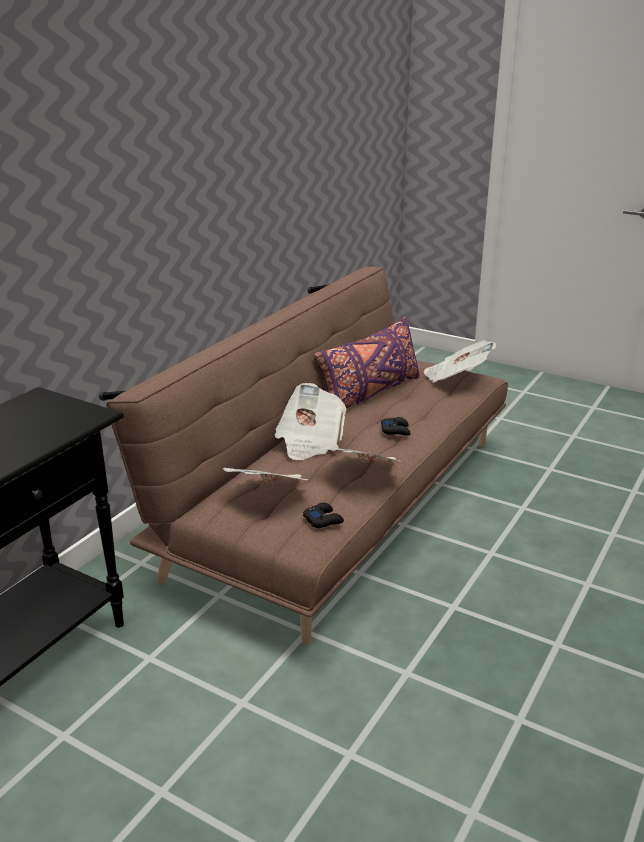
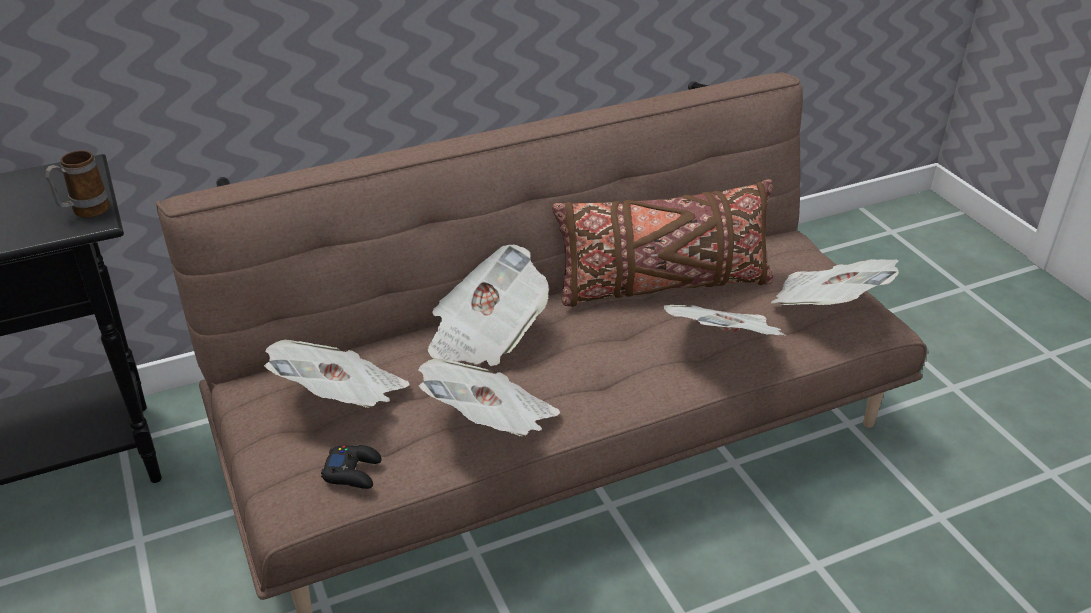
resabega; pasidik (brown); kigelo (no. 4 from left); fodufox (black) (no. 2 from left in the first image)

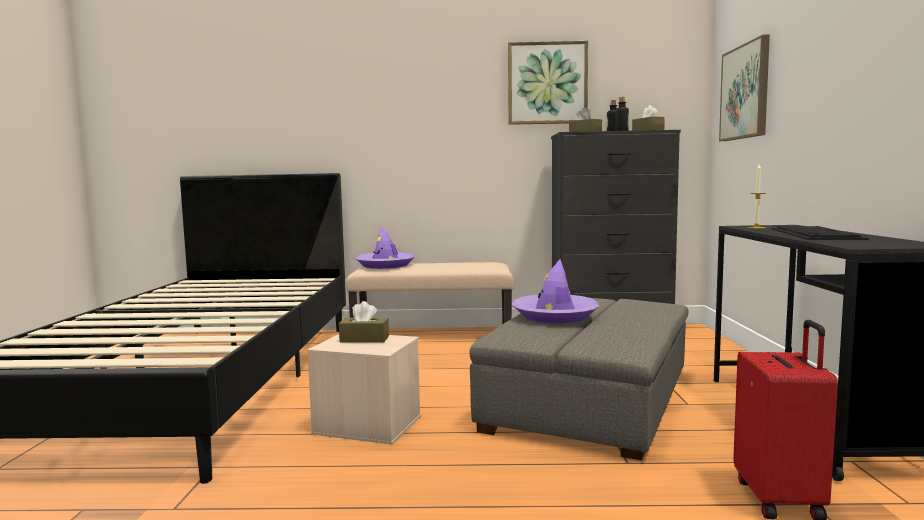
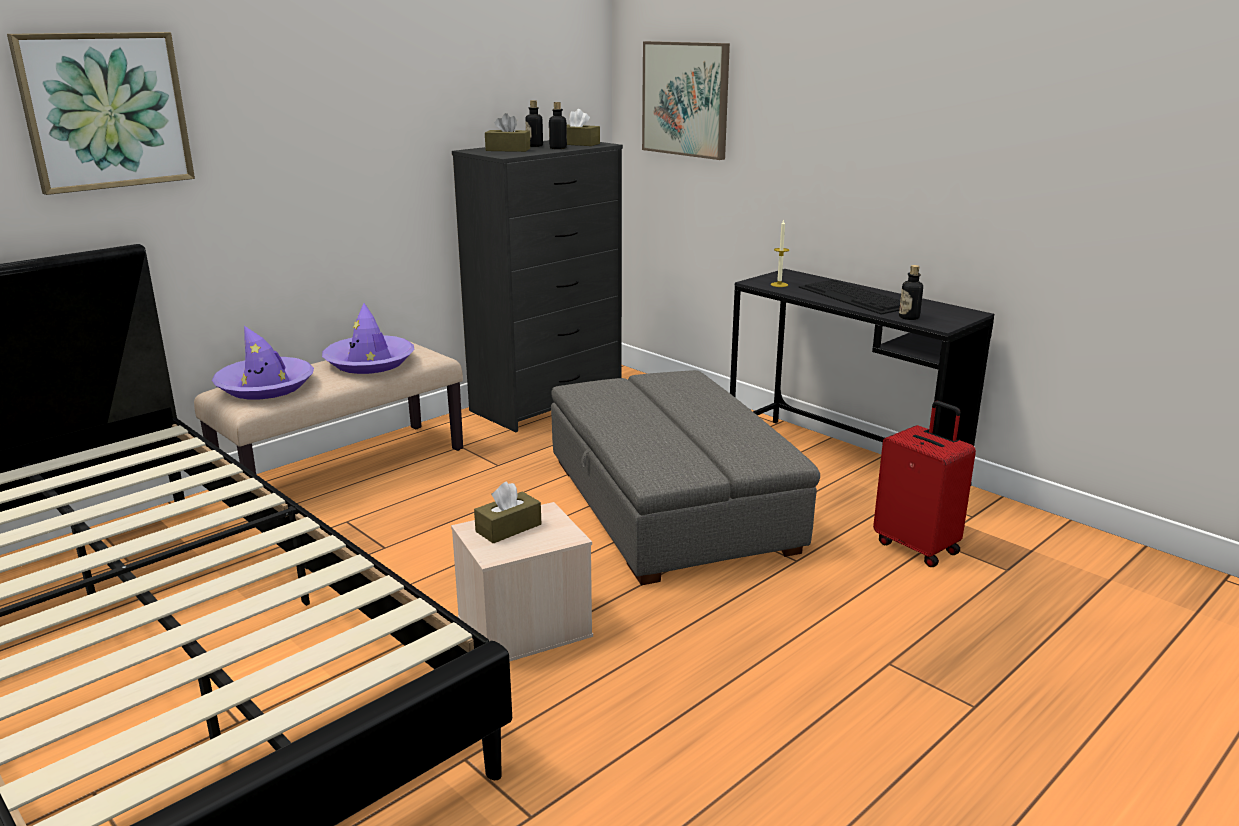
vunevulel (no. 1 from left); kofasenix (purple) (no. 2 from left); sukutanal (no. 3 from left)

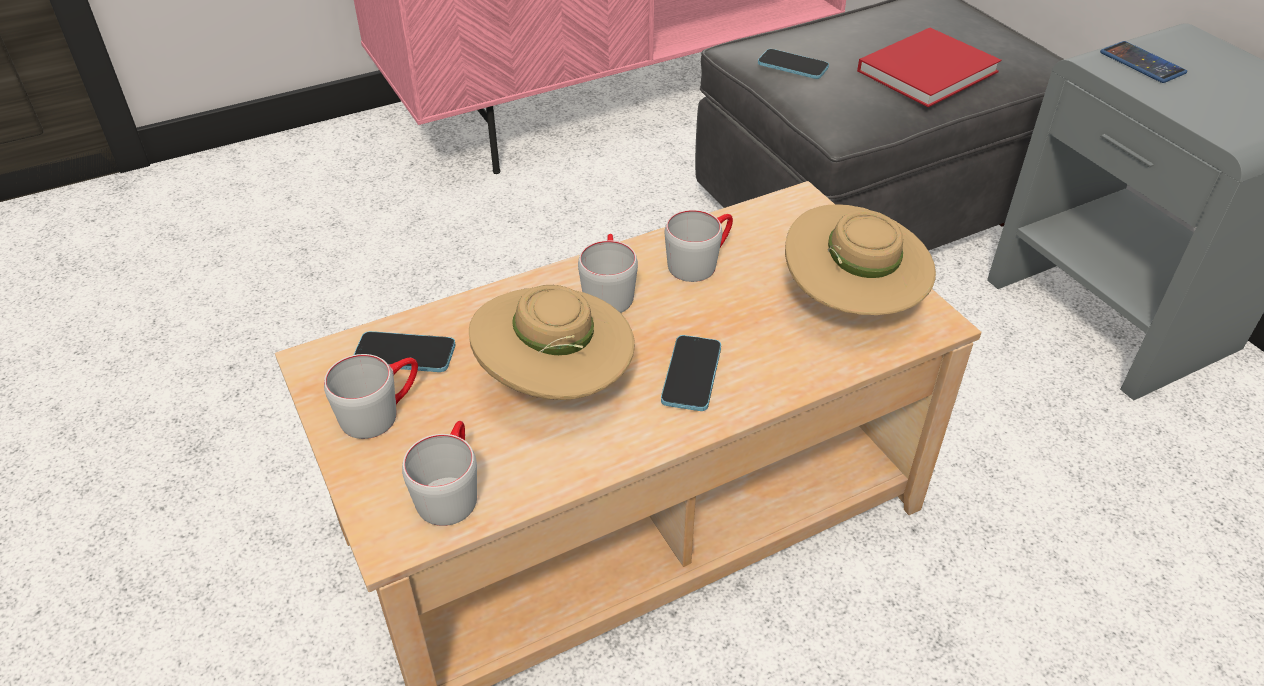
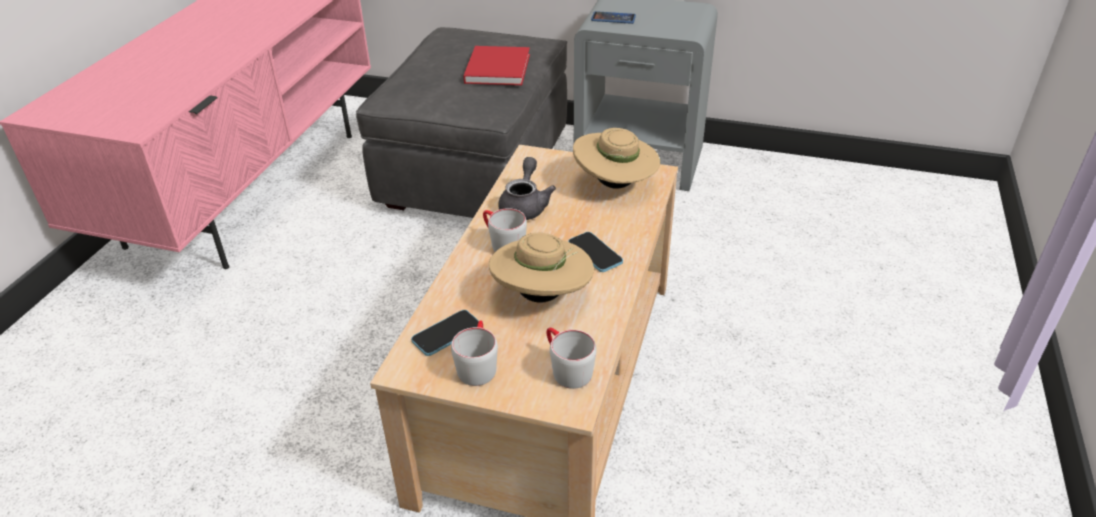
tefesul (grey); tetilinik (no. 3 from left in the first image)

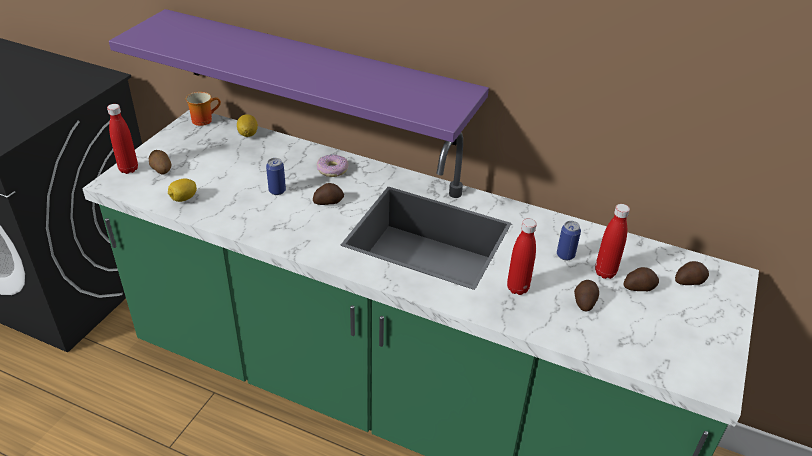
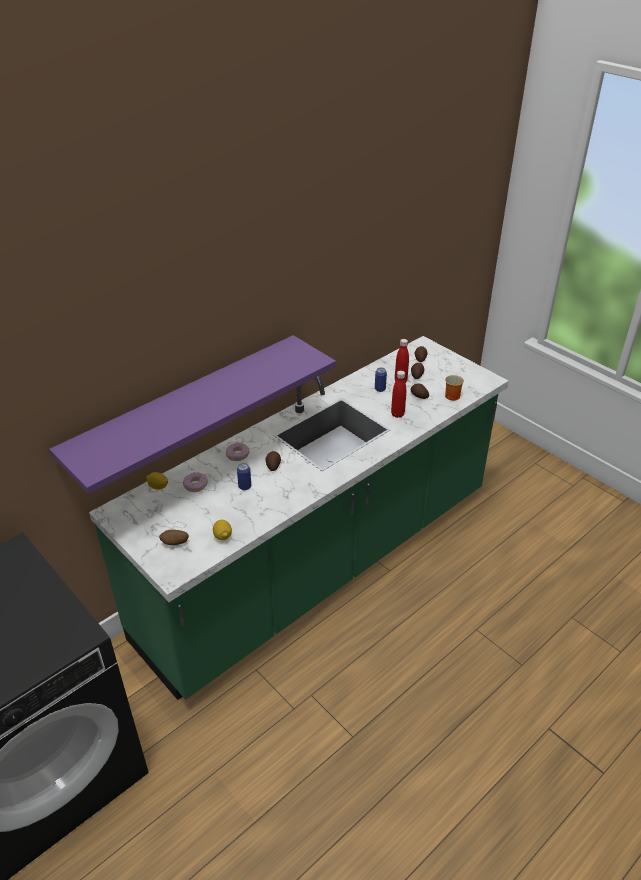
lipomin (no. 1 from left); resabega; sukutanal (red) (no. 1 from left in the first image)

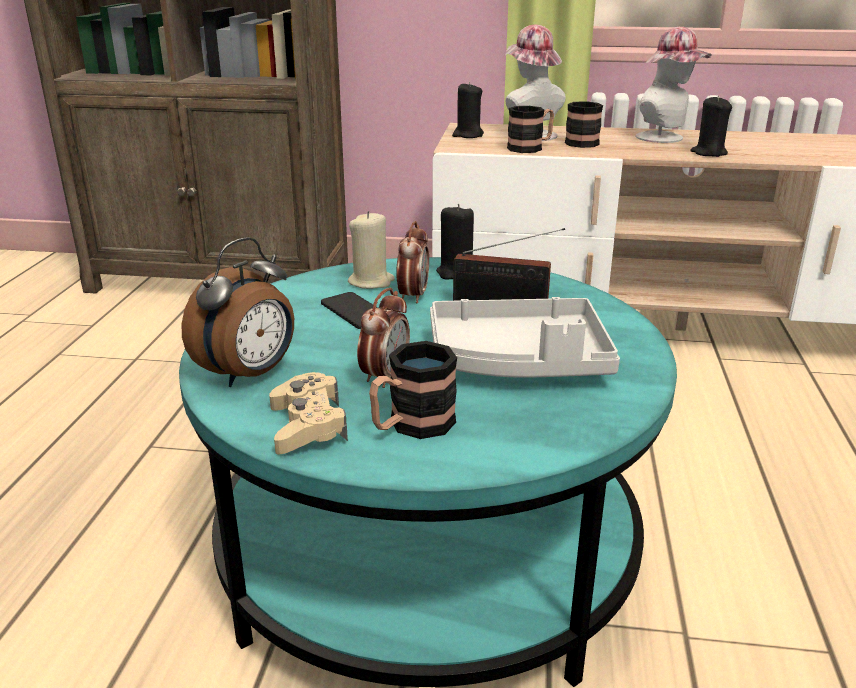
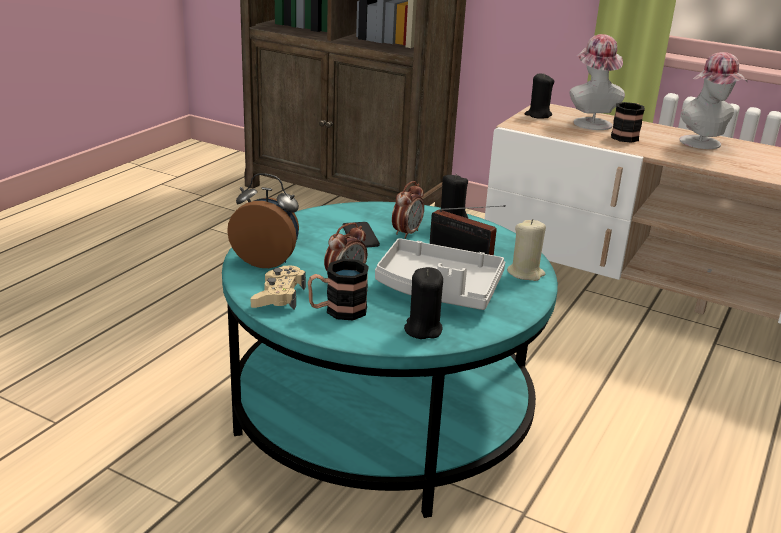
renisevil (no. 1 from left); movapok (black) (no. 1 from left); movapok (beige); resabega (no. 2 from left in the first image)

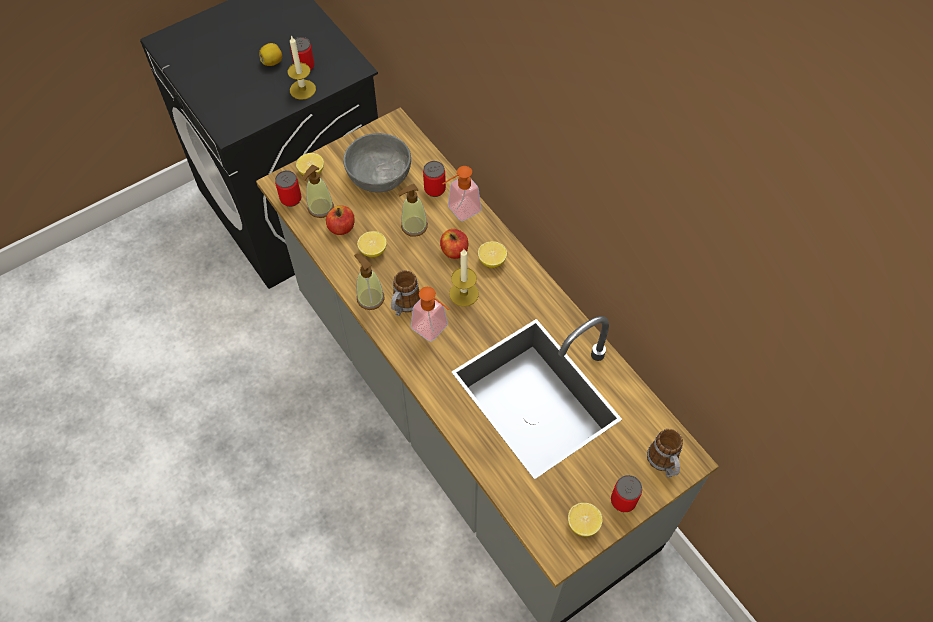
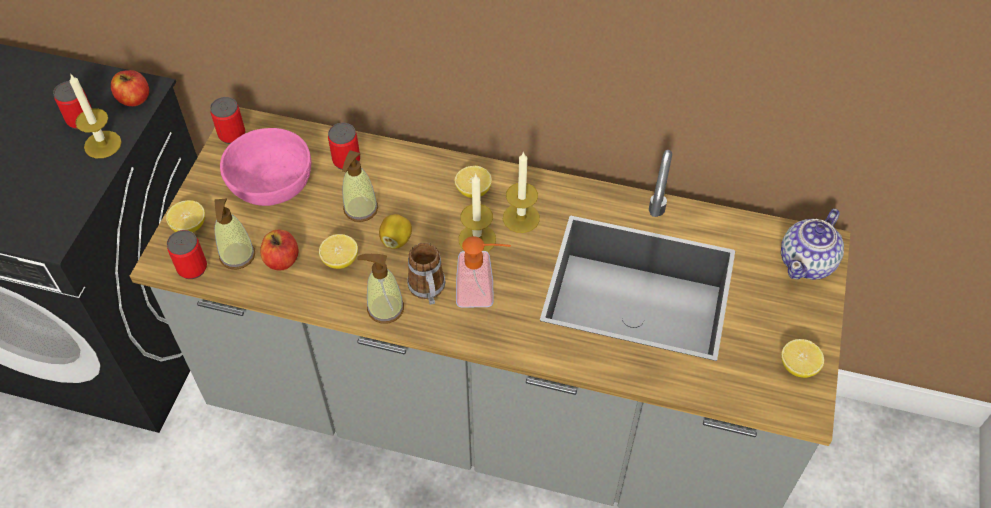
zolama (no. 1 from left); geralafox (no. 3 from left); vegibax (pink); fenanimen (no. 3 from left); movapok (no. 3 from left); tefesul; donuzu (no. 5 from left in the first image)

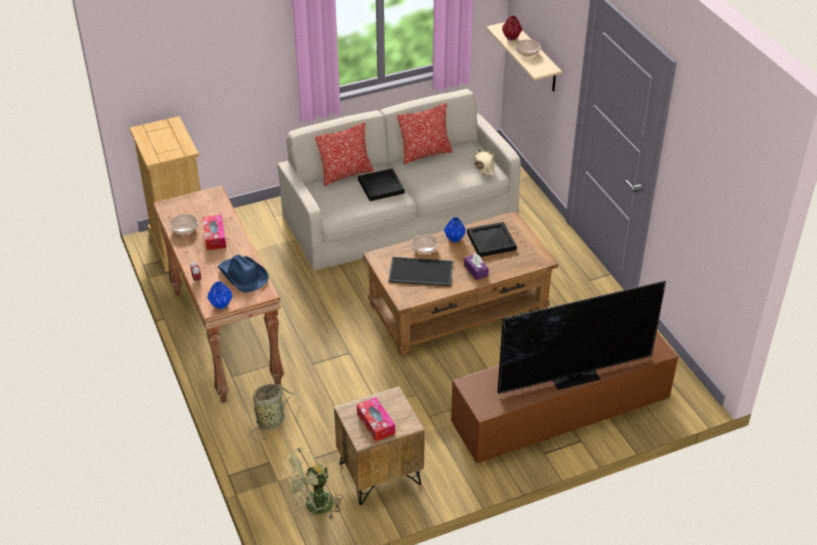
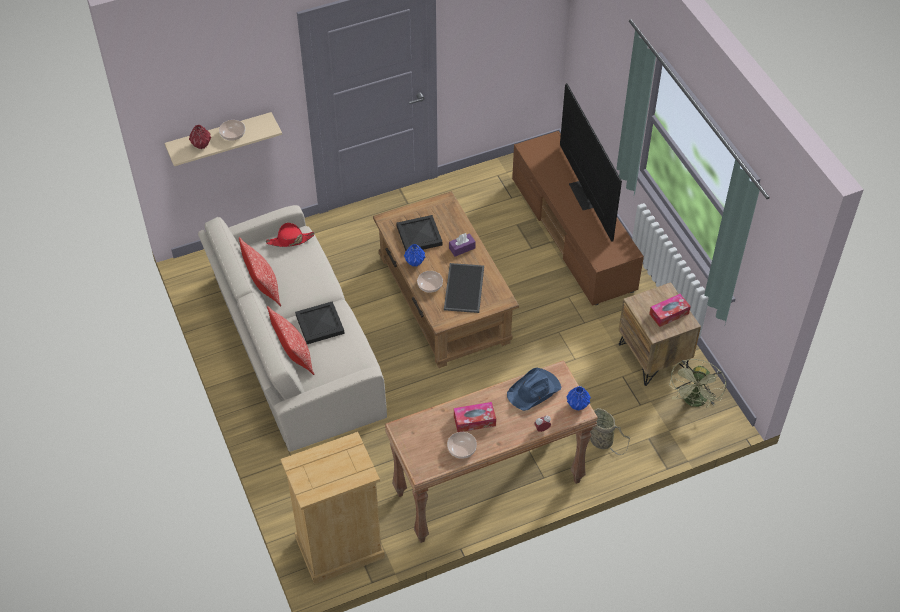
kofasenix (red); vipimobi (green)

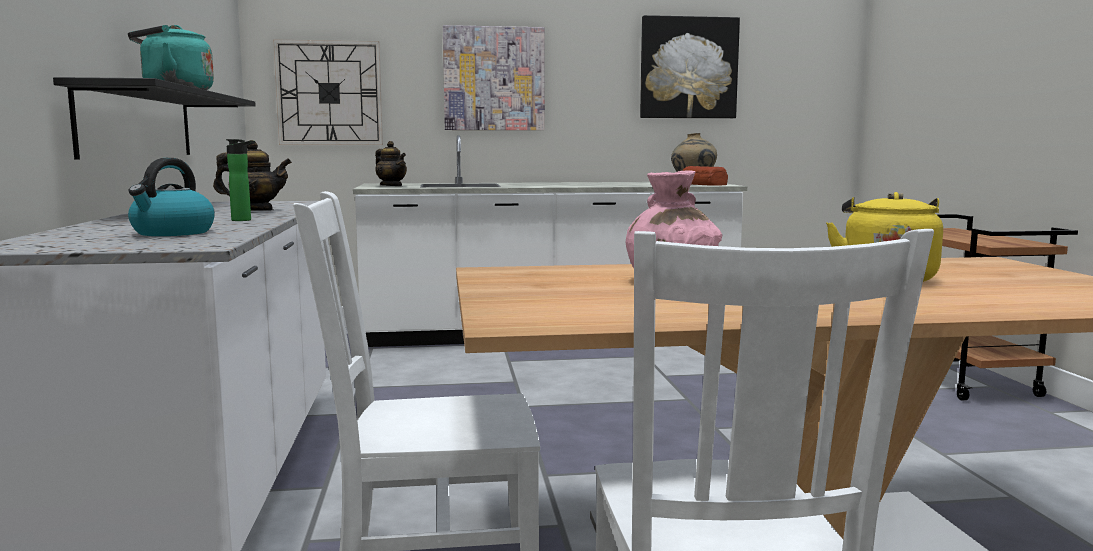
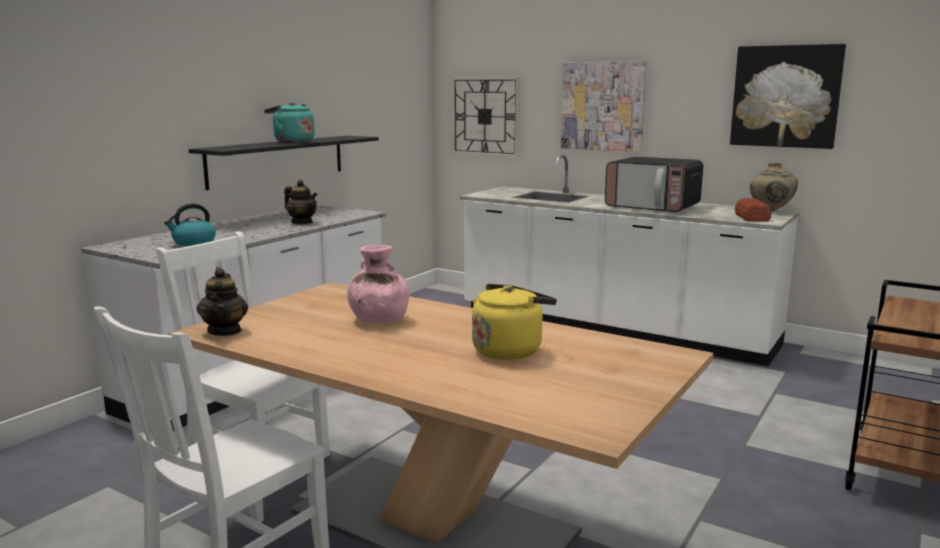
tefesul (no. 1 from left); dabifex; sukutanal

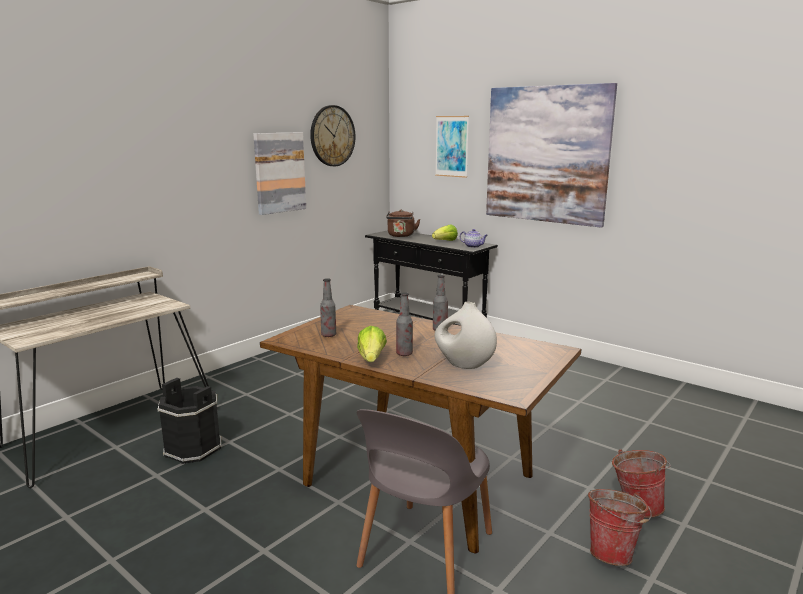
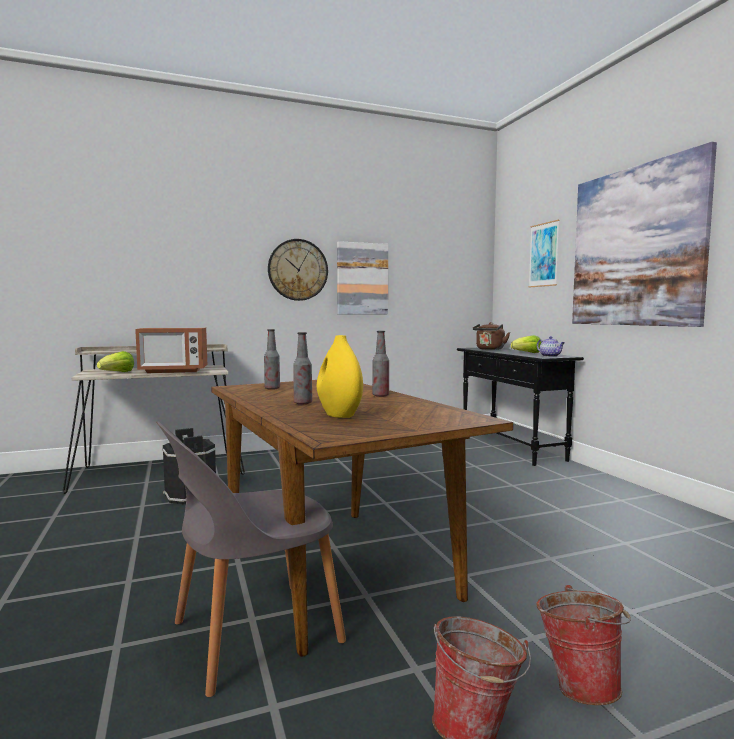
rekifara (no. 1 from left); dabifex; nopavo; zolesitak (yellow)

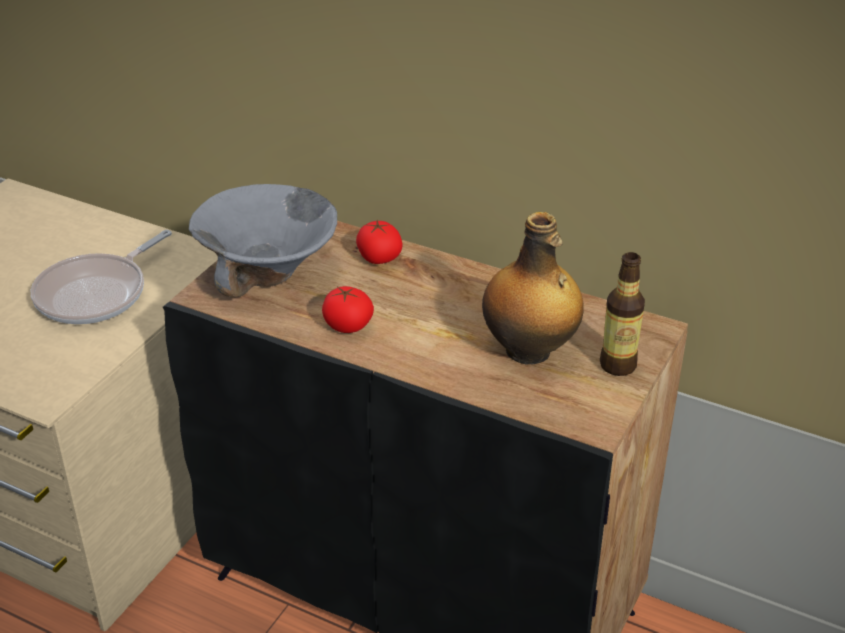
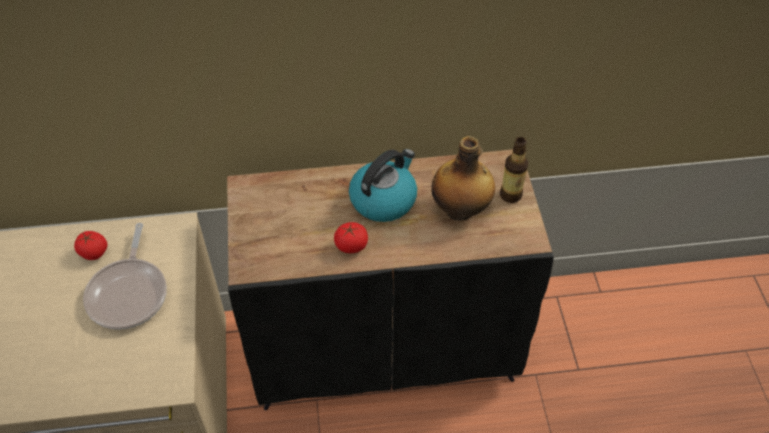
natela (no. 1 from left); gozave; vegibax (grey)

